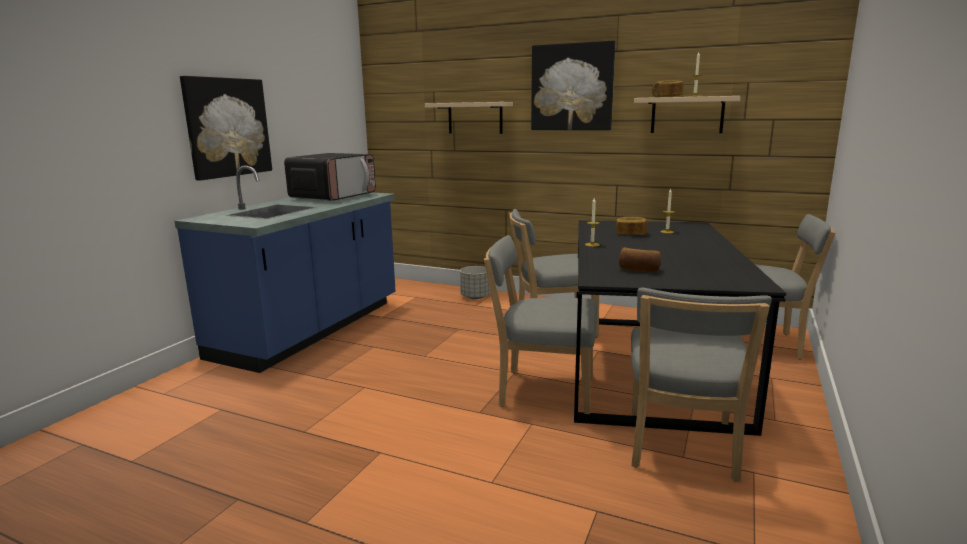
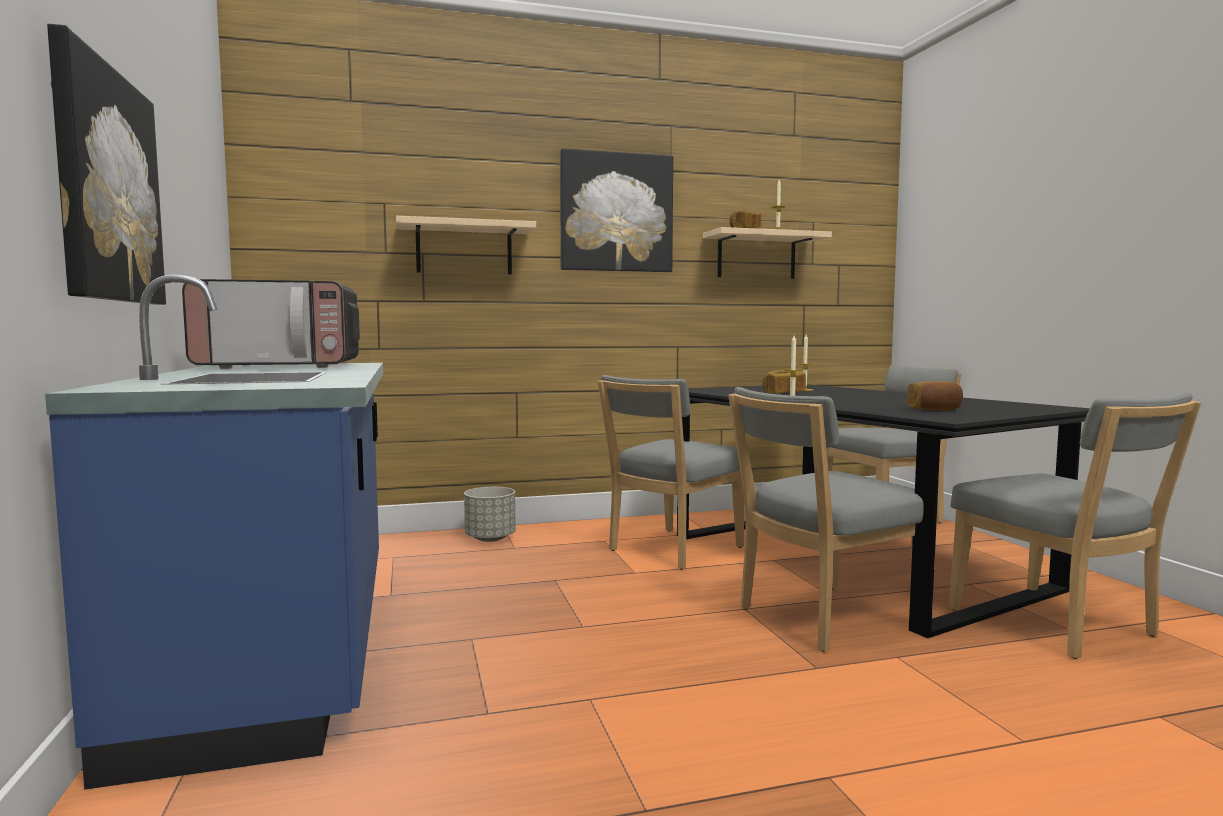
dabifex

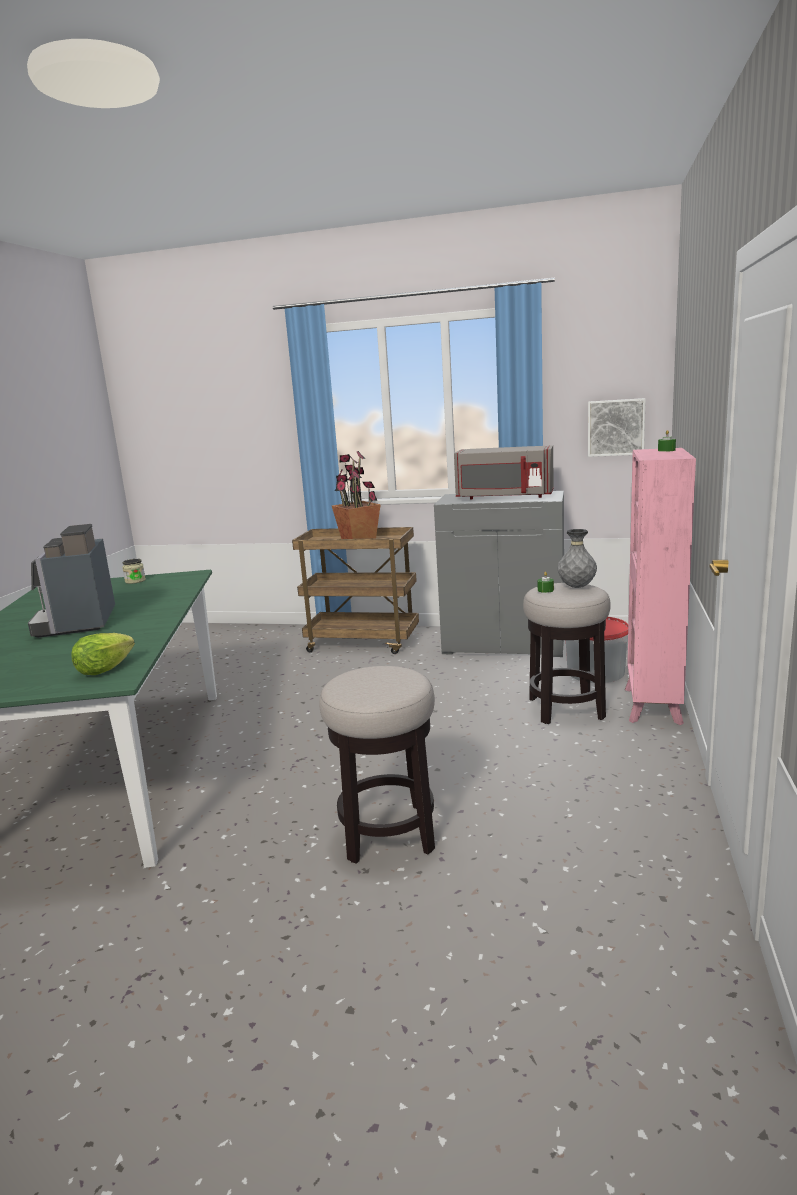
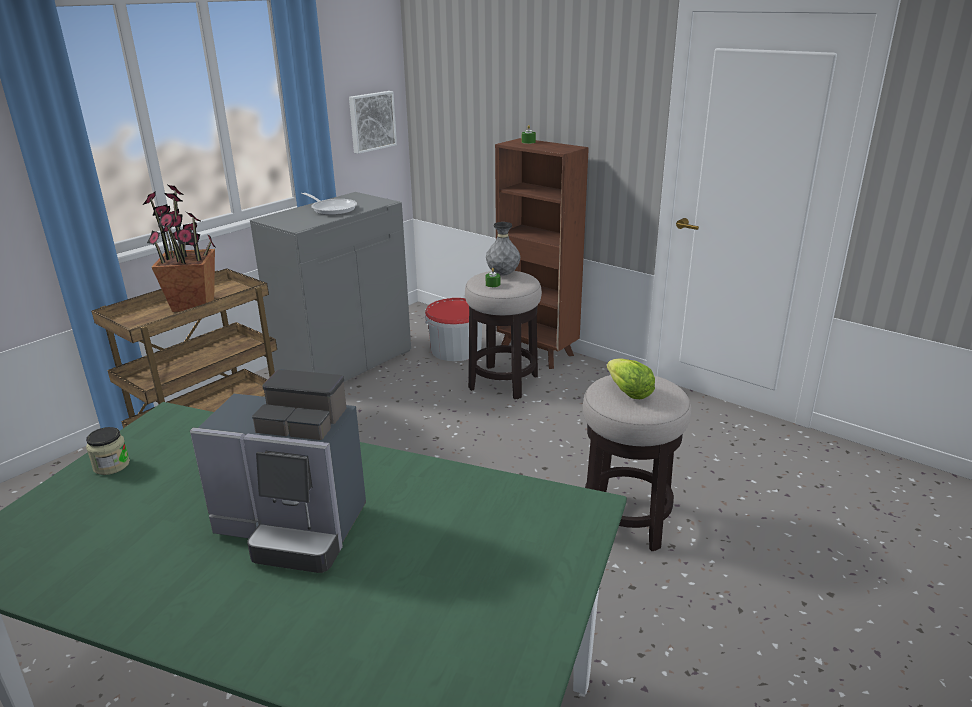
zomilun; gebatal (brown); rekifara

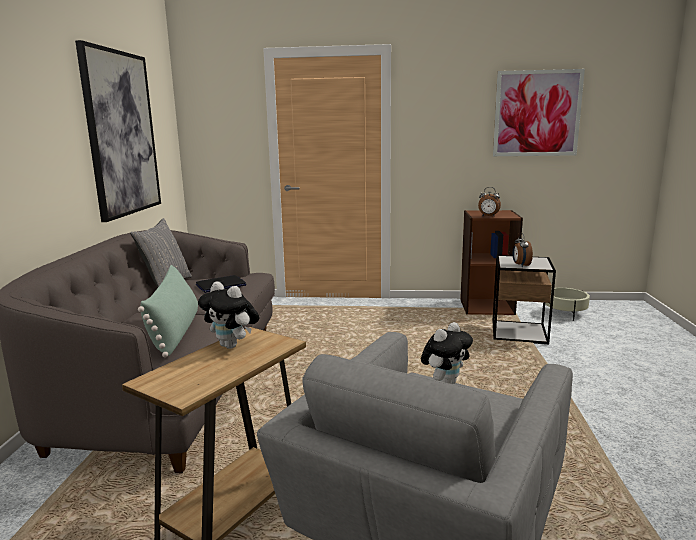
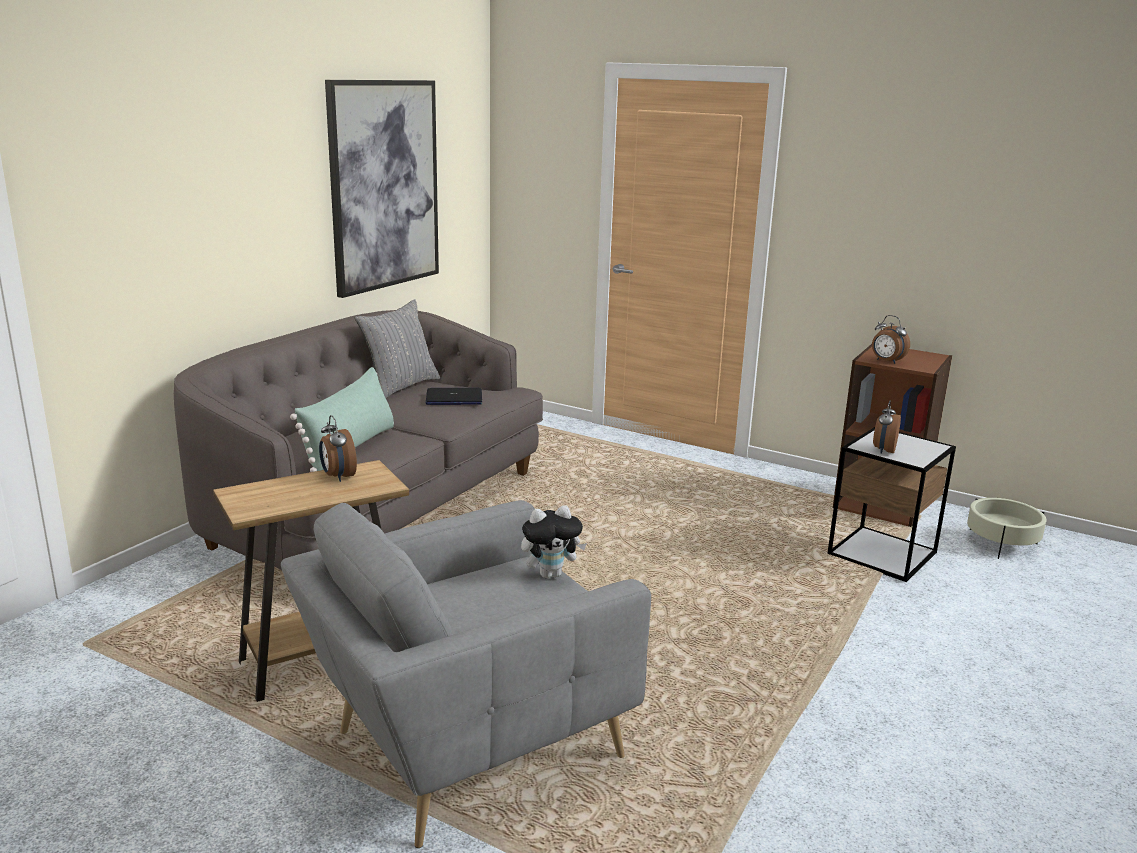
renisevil (no. 1 from left); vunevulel (no. 2 from left in the first image)

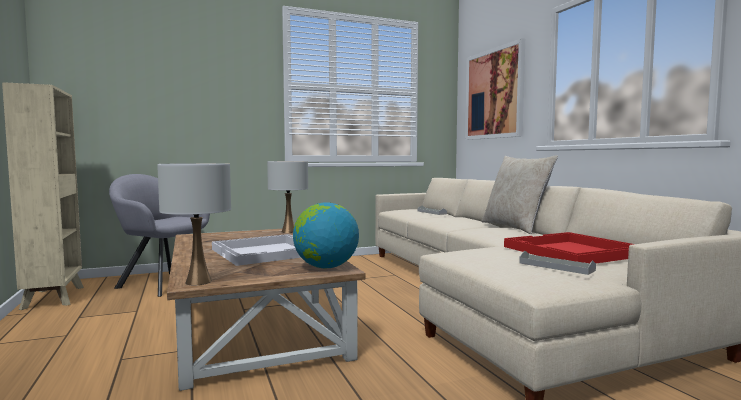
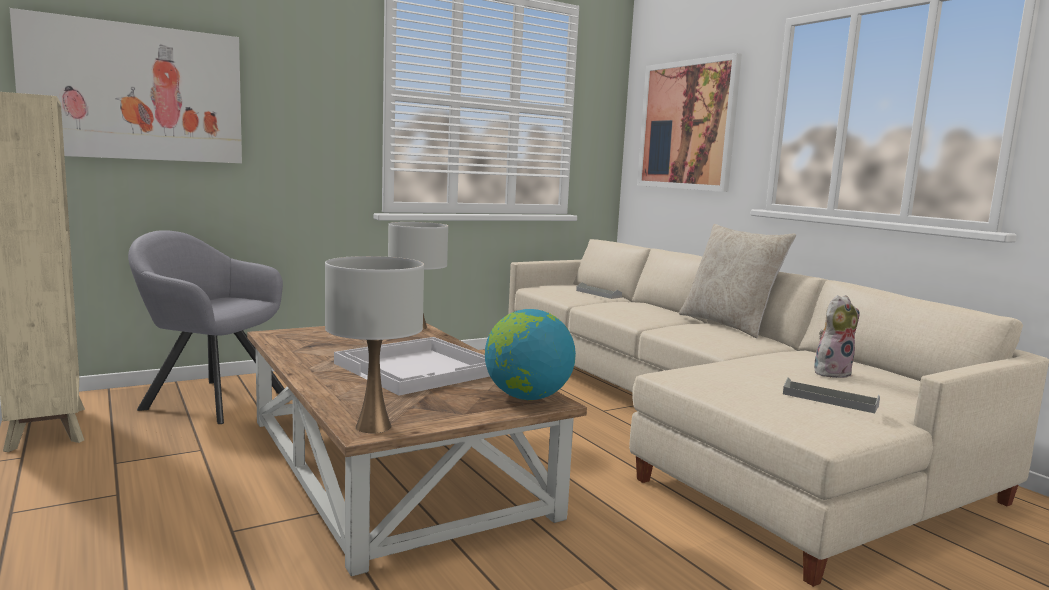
vunevulel (no. 1 from left); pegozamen

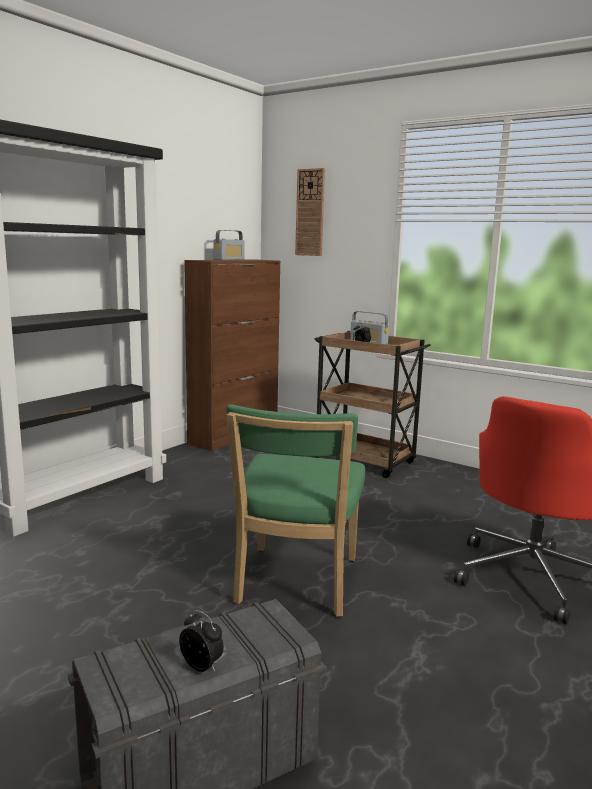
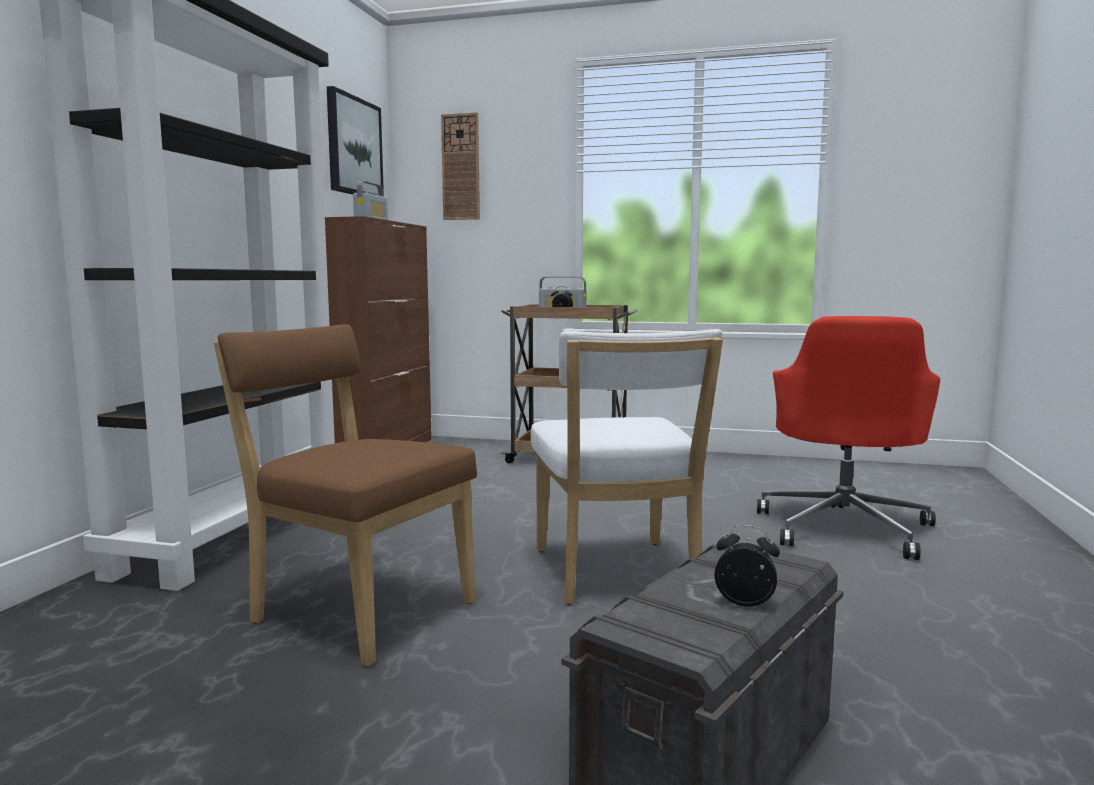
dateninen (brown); vunevulel; dateninen (white)

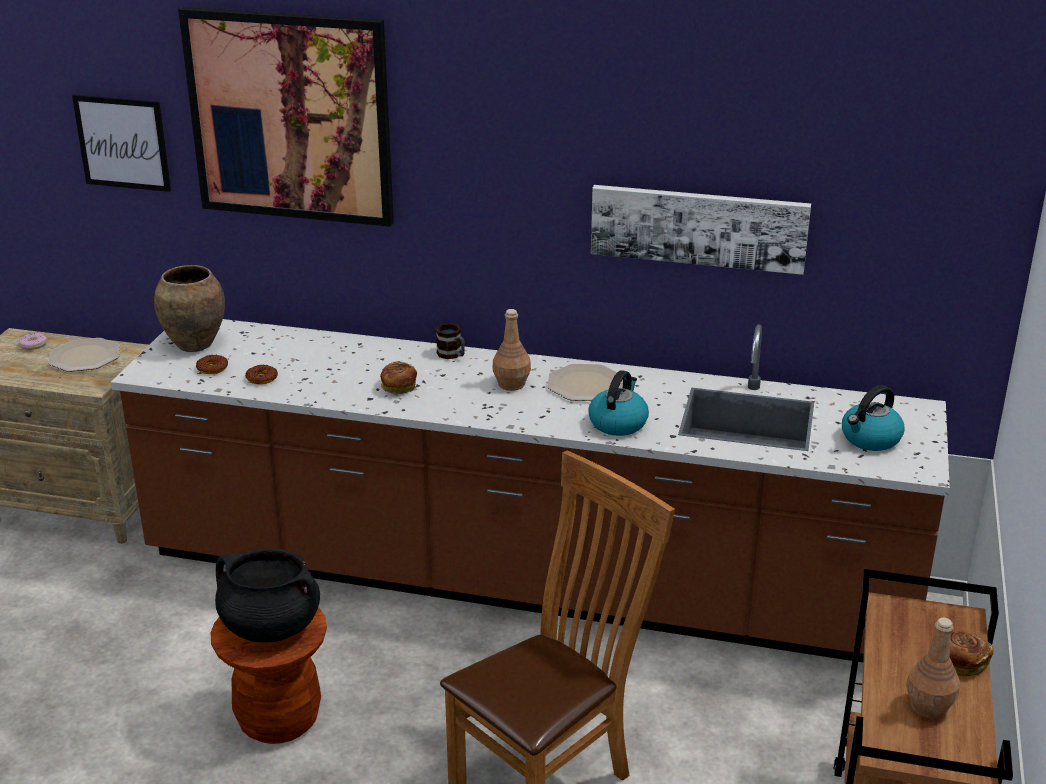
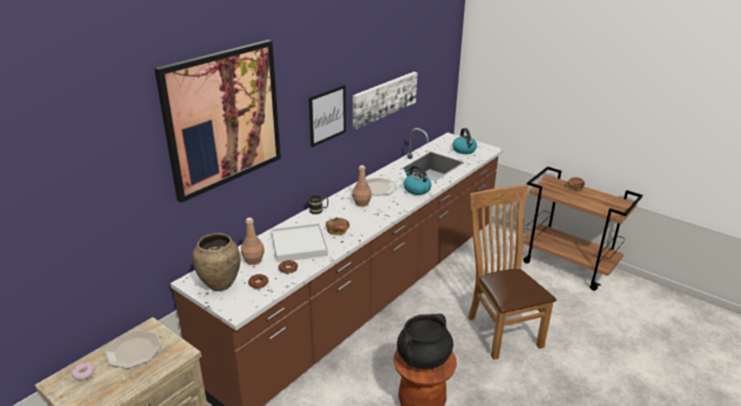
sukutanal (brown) (no. 1 from left); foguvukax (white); vunevulel (no. 2 from left)

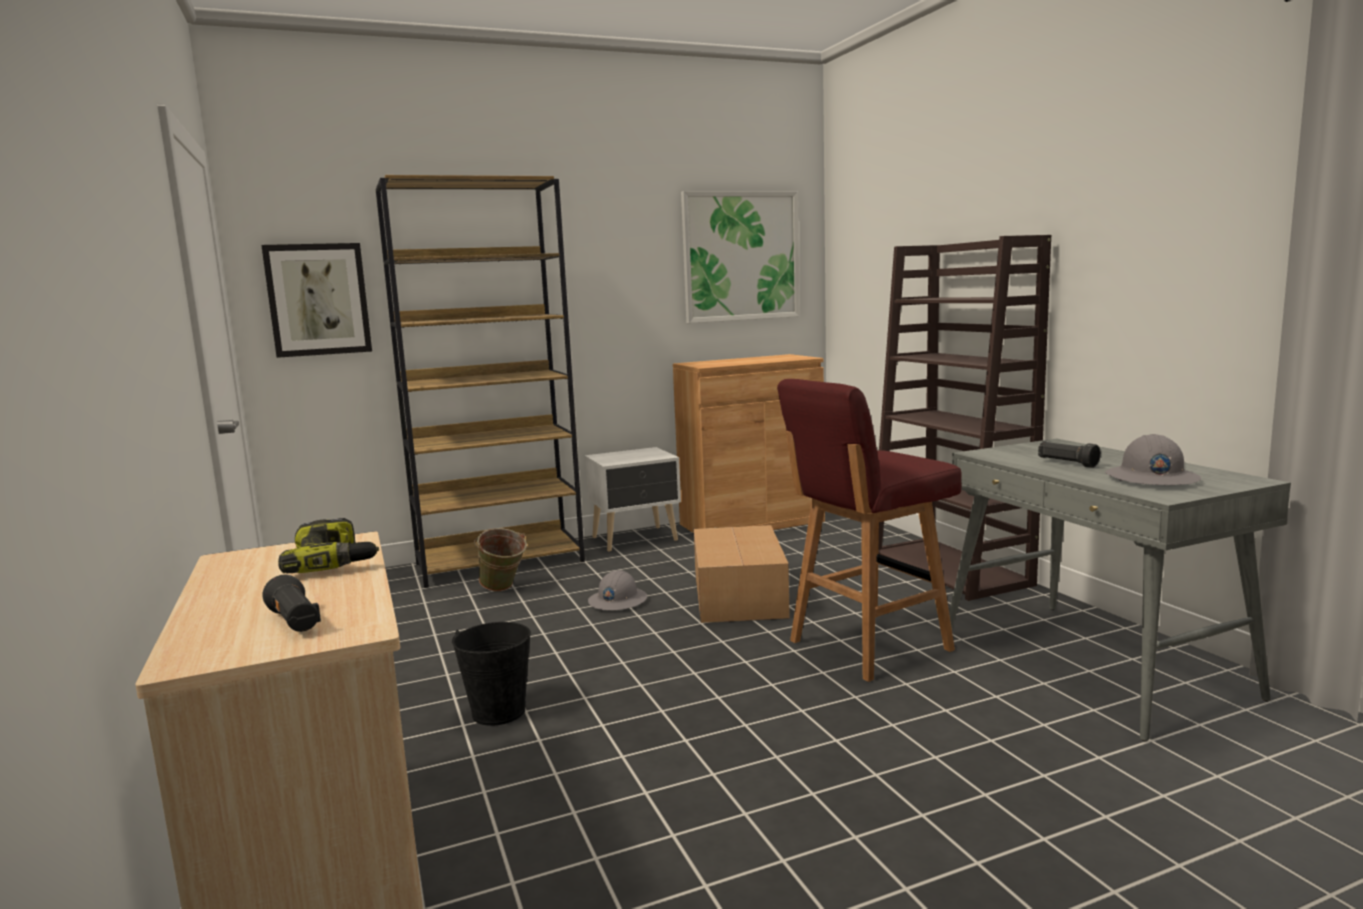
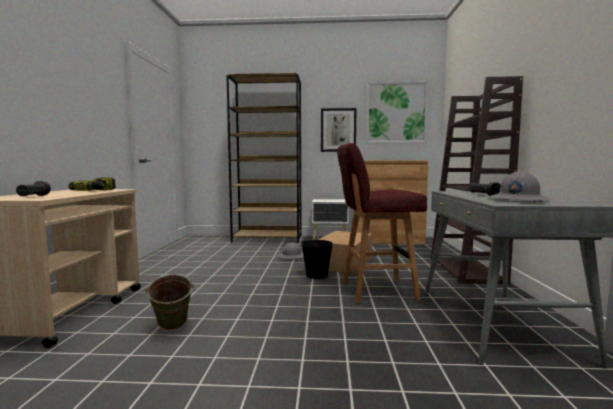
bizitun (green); bizitun (black); vunevulel (no. 1 from left)

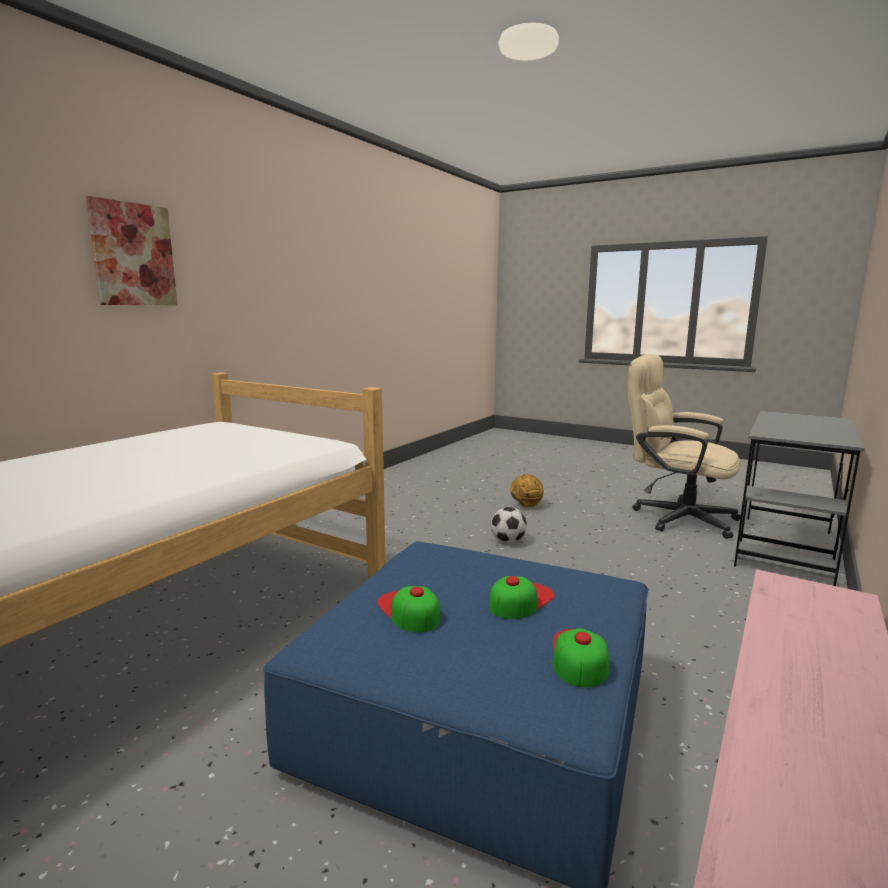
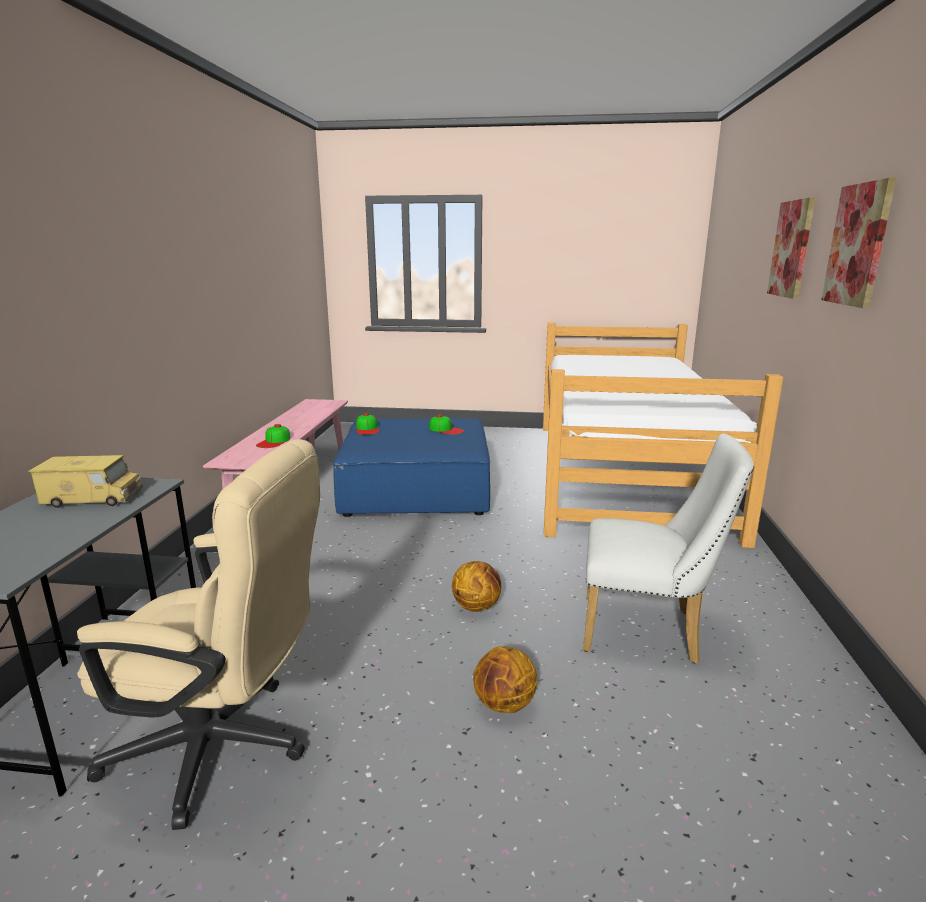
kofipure; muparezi (no. 1 from left); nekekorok (no. 1 from left); dateninen (white); vunevulel (no. 2 from left)

